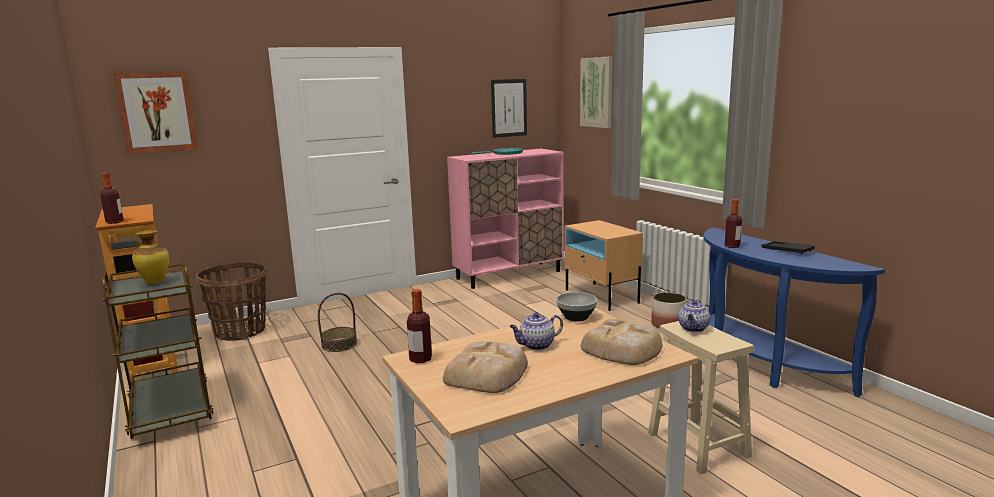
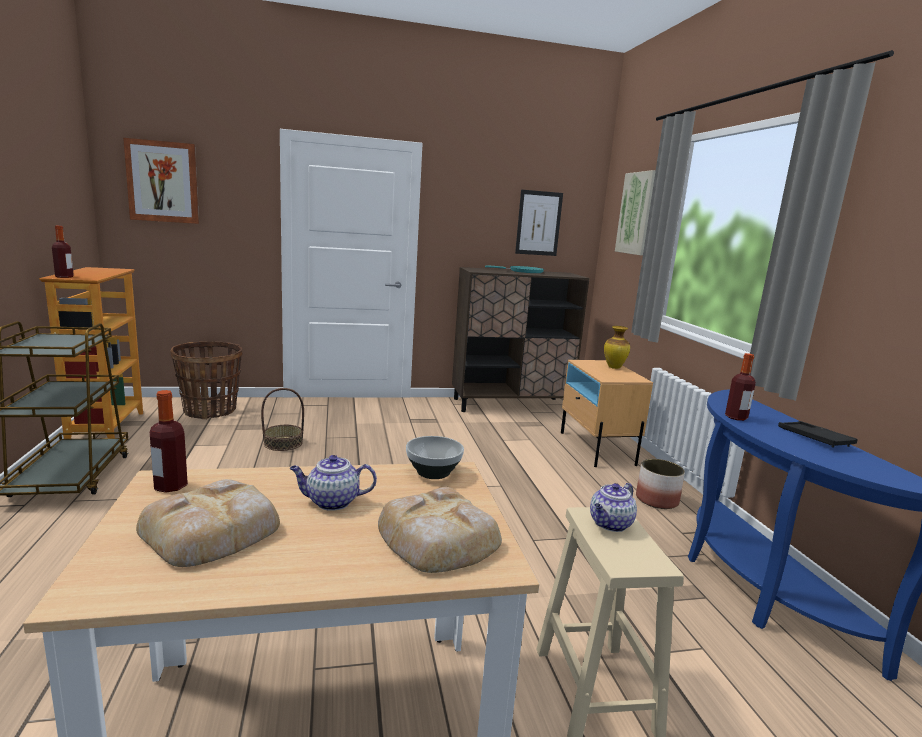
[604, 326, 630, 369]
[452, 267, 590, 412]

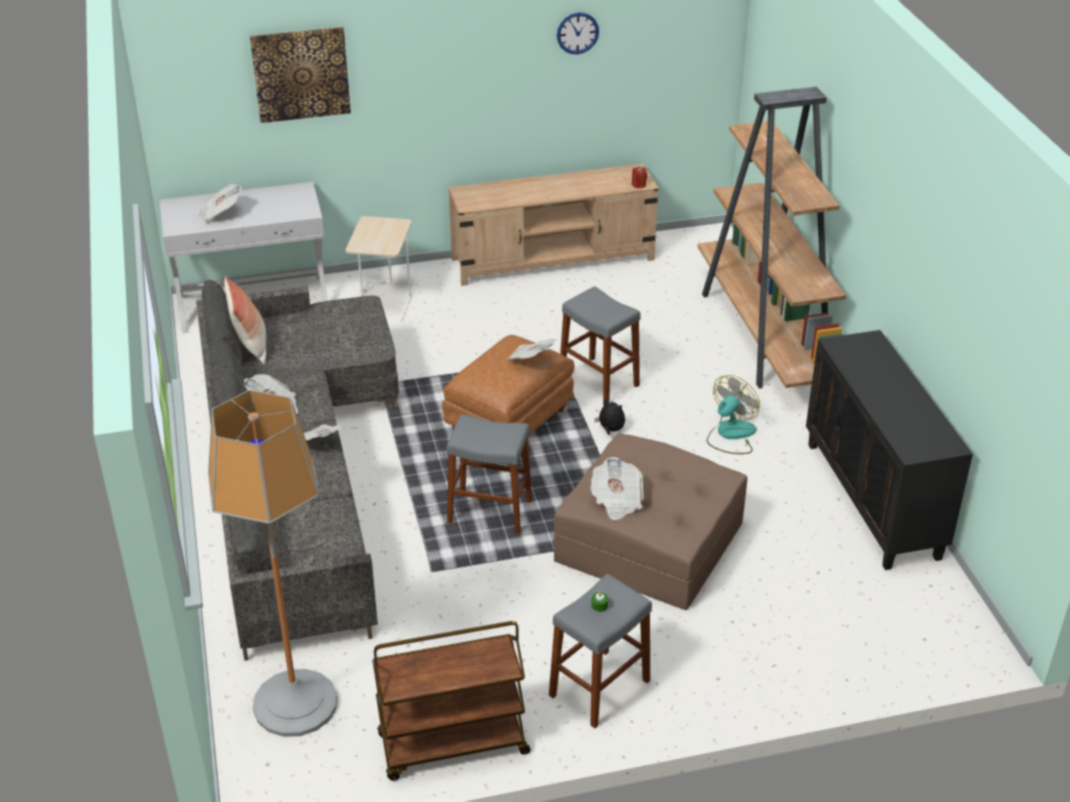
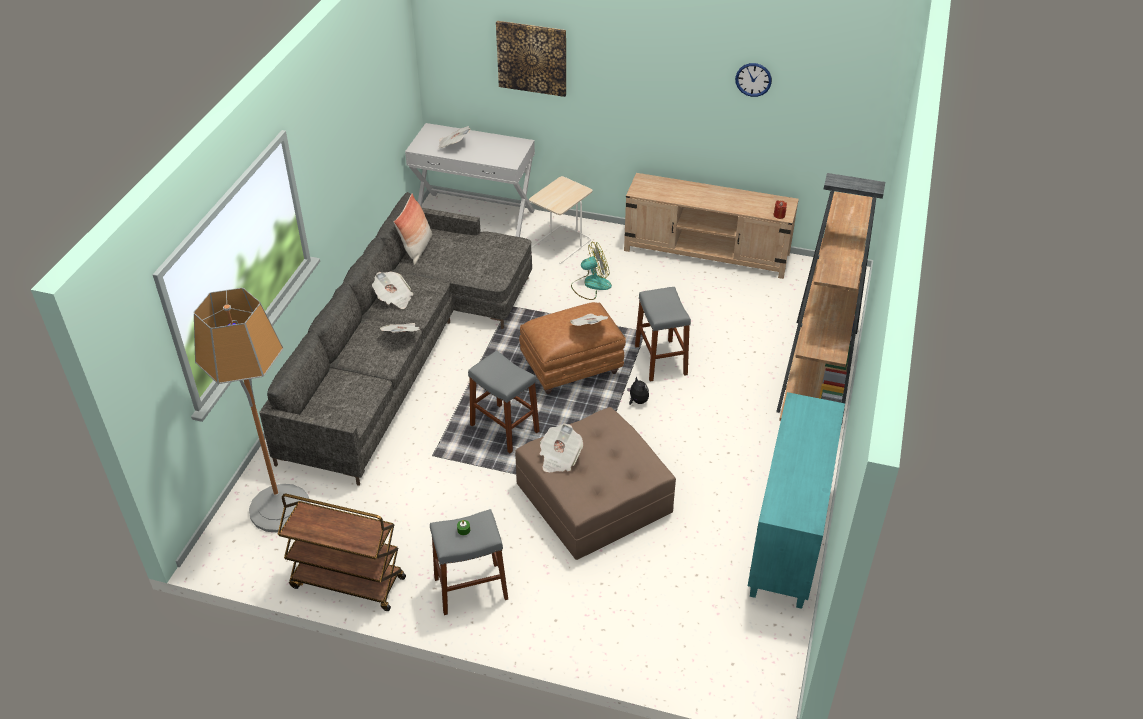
[571, 242, 612, 300]
[748, 392, 845, 609]

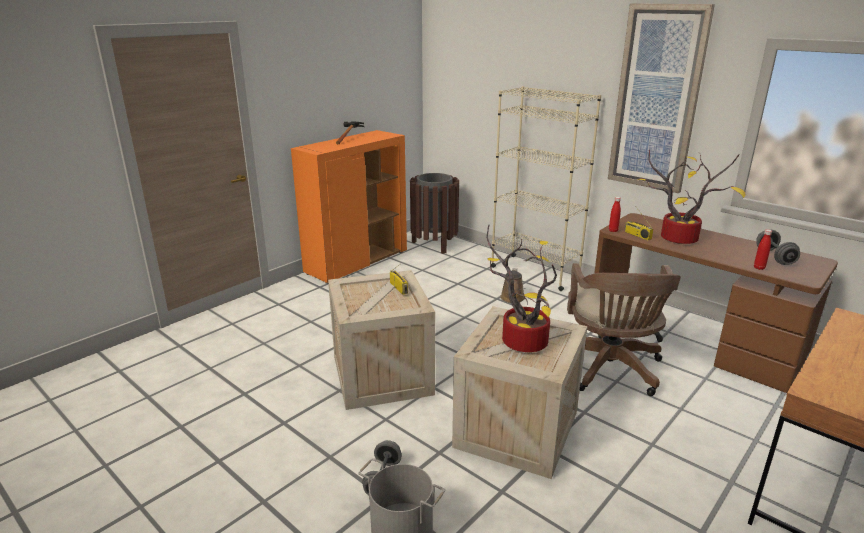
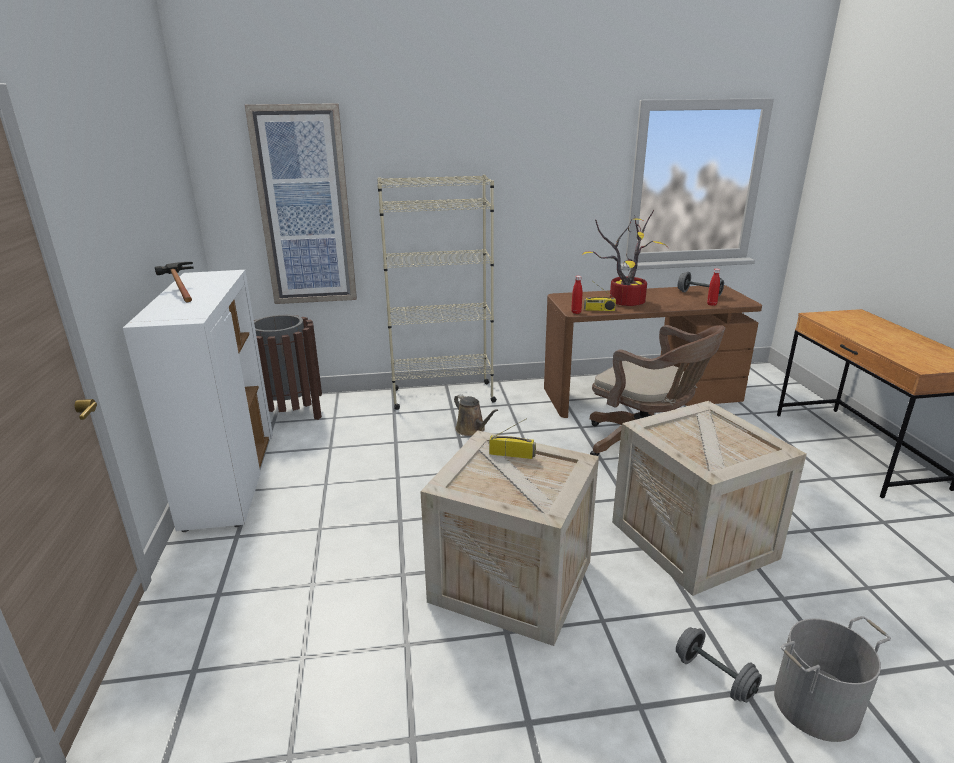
[486, 224, 557, 352] (first image)
[245, 103, 357, 304]
[123, 270, 273, 532]

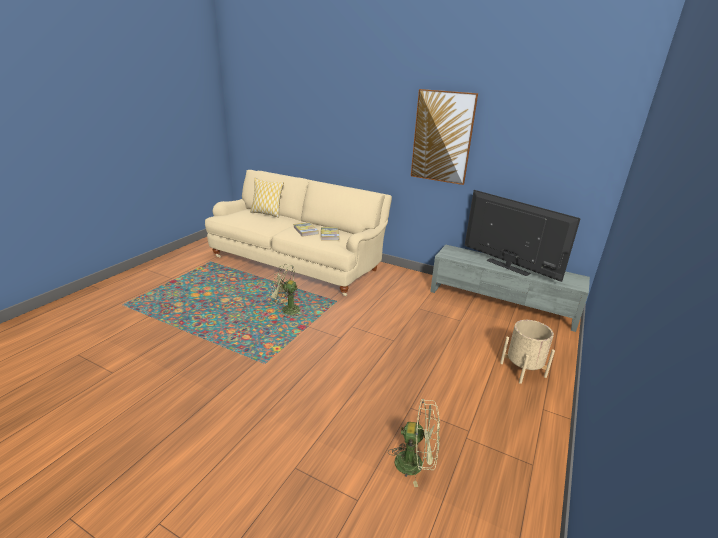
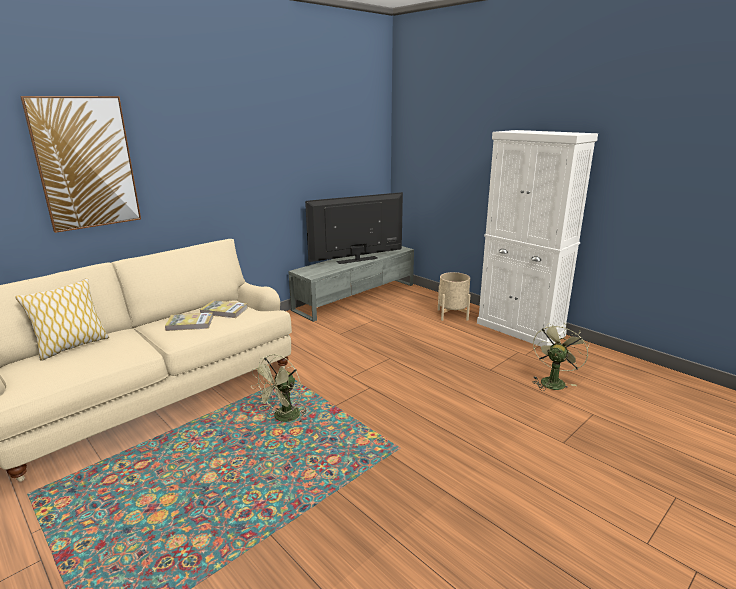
[477, 130, 598, 347]
[20, 96, 141, 233]

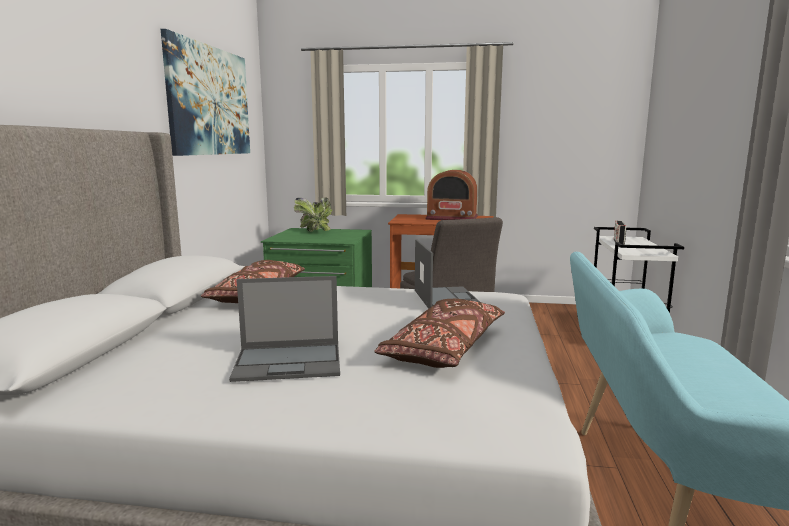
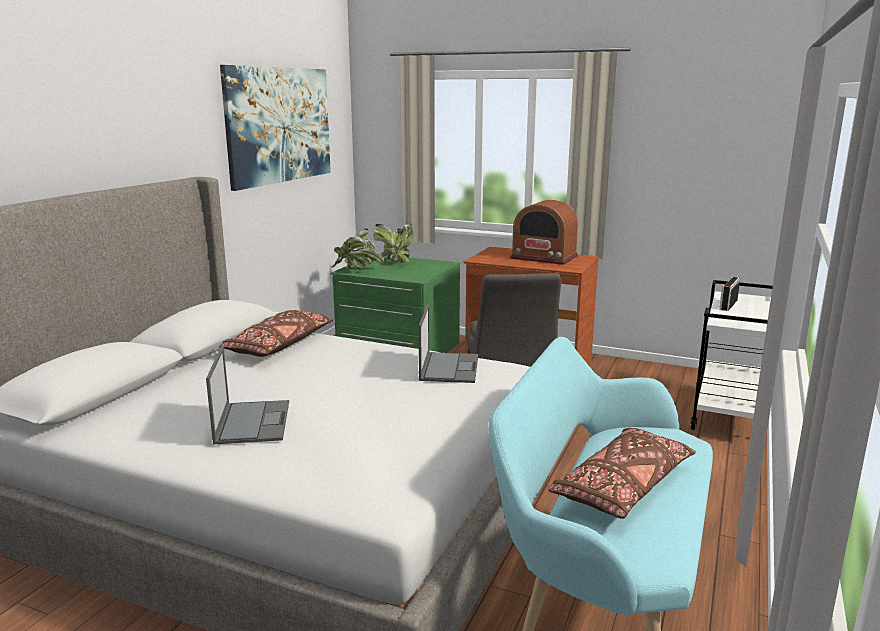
[331, 228, 385, 270]
[548, 428, 696, 519]
[206, 346, 289, 444]

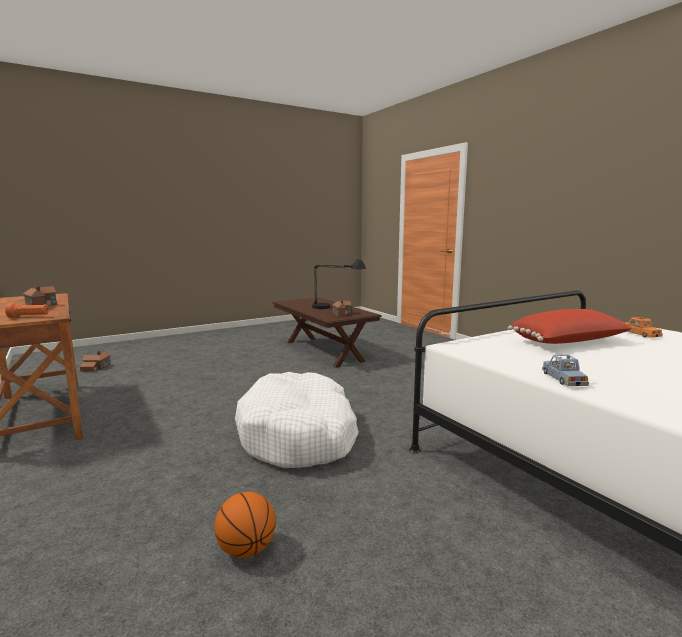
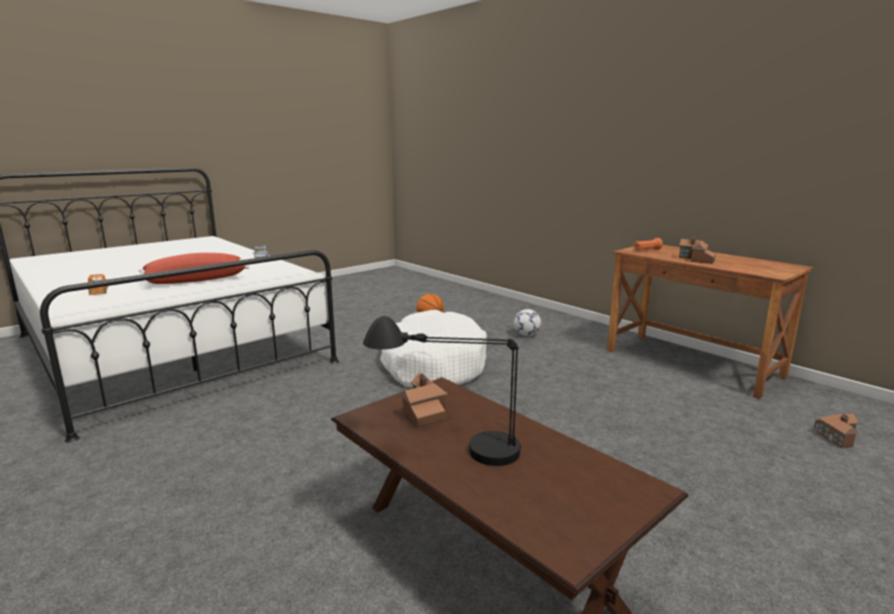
[514, 309, 541, 336]

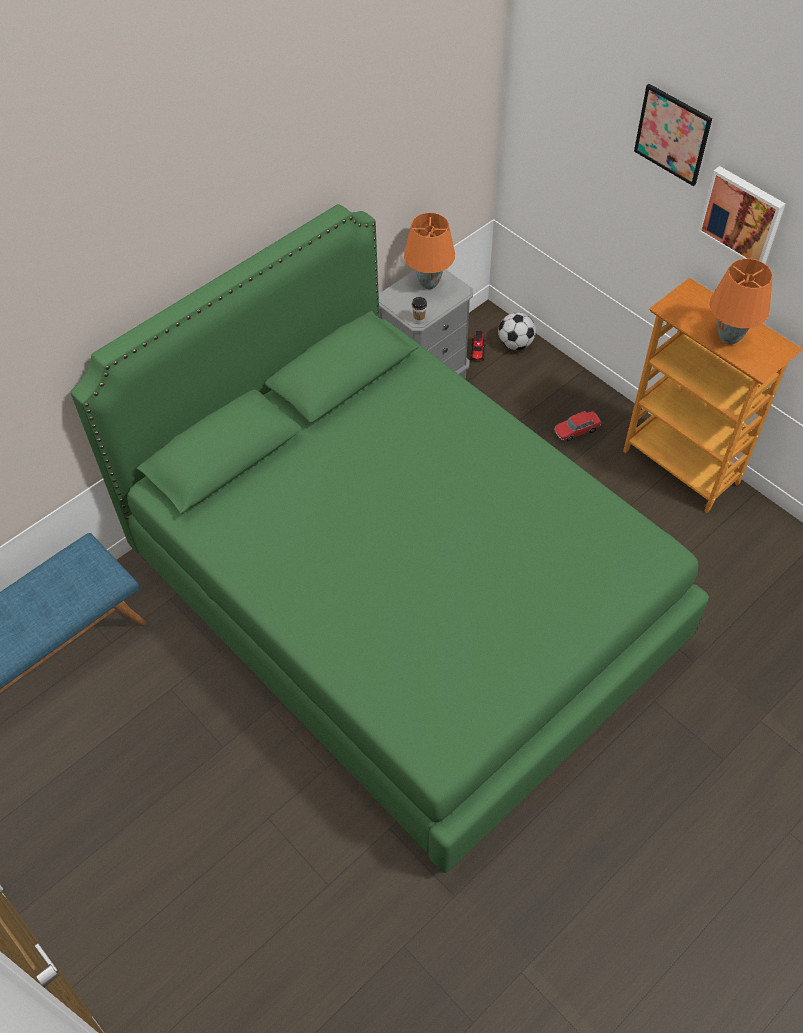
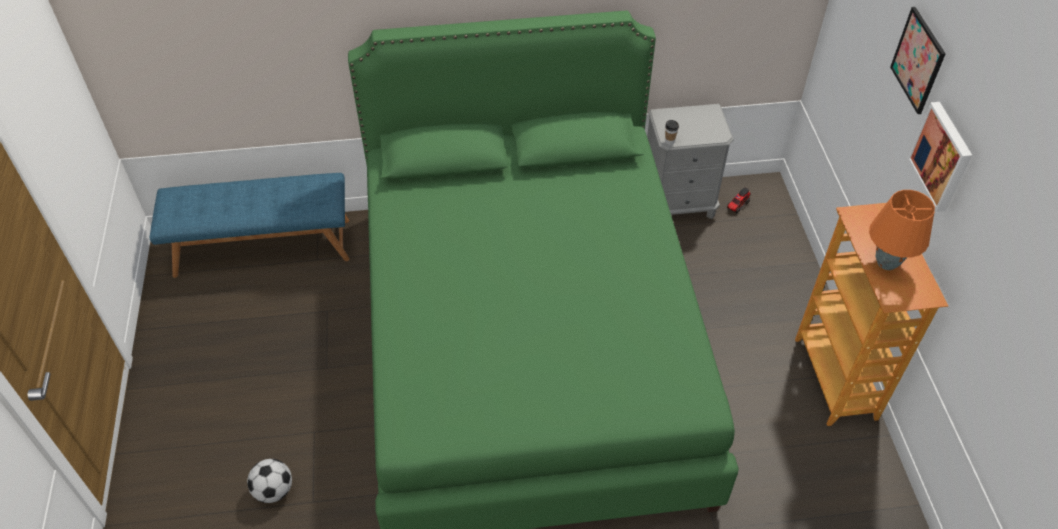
[404, 213, 455, 289] (first image)
[554, 411, 602, 441] (first image)
[247, 459, 292, 503]

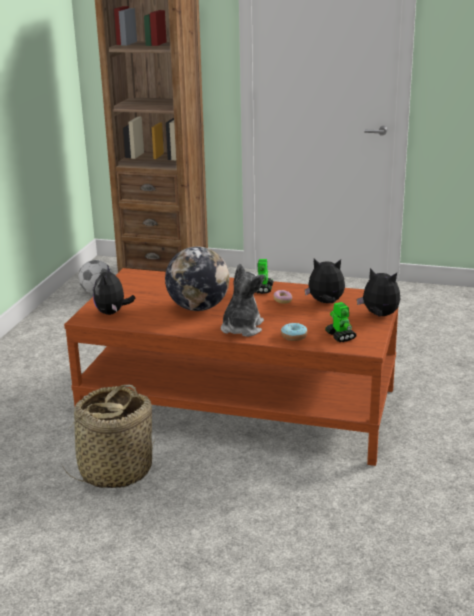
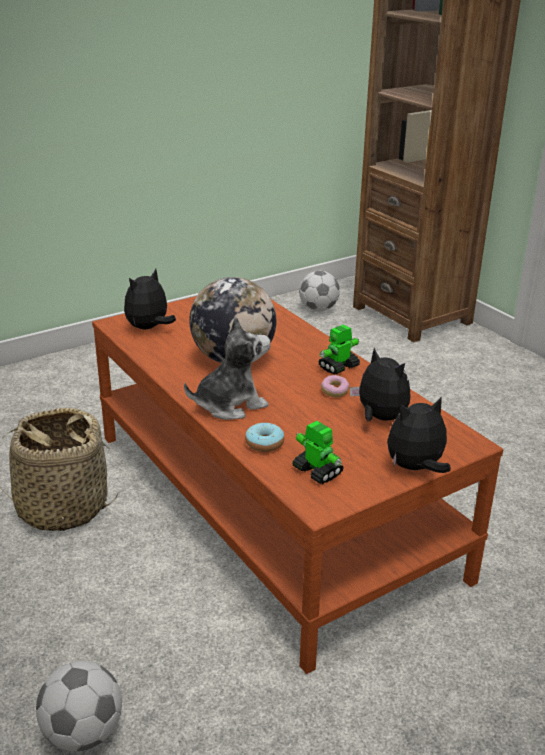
[36, 661, 122, 751]
[292, 421, 344, 484]
[387, 397, 451, 473]

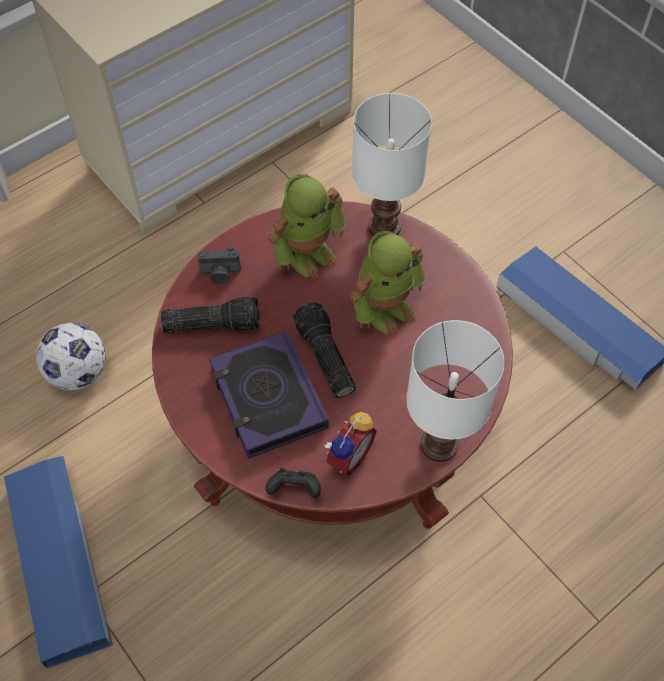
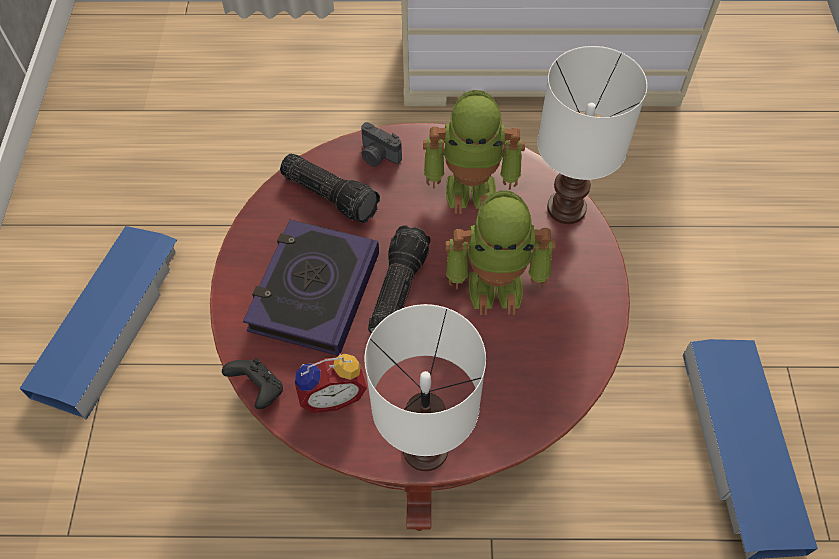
[36, 323, 106, 390] (first image)

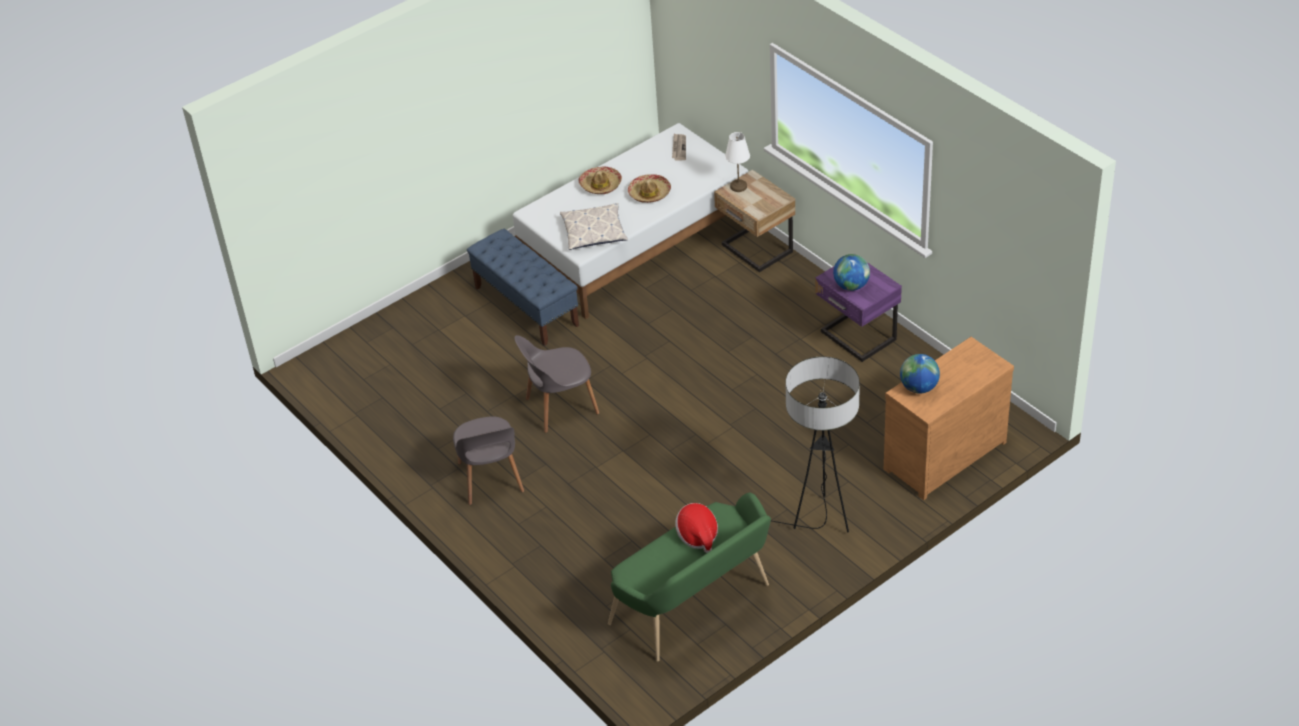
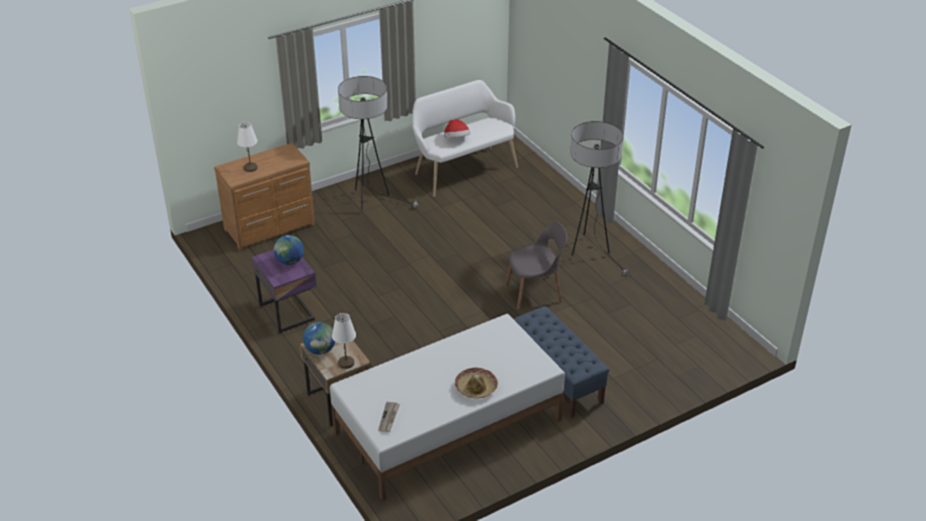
[560, 203, 628, 250] (first image)
[628, 174, 671, 203] (first image)
[237, 122, 258, 172]
[303, 322, 335, 355]
[571, 121, 629, 276]
[412, 80, 518, 197]

